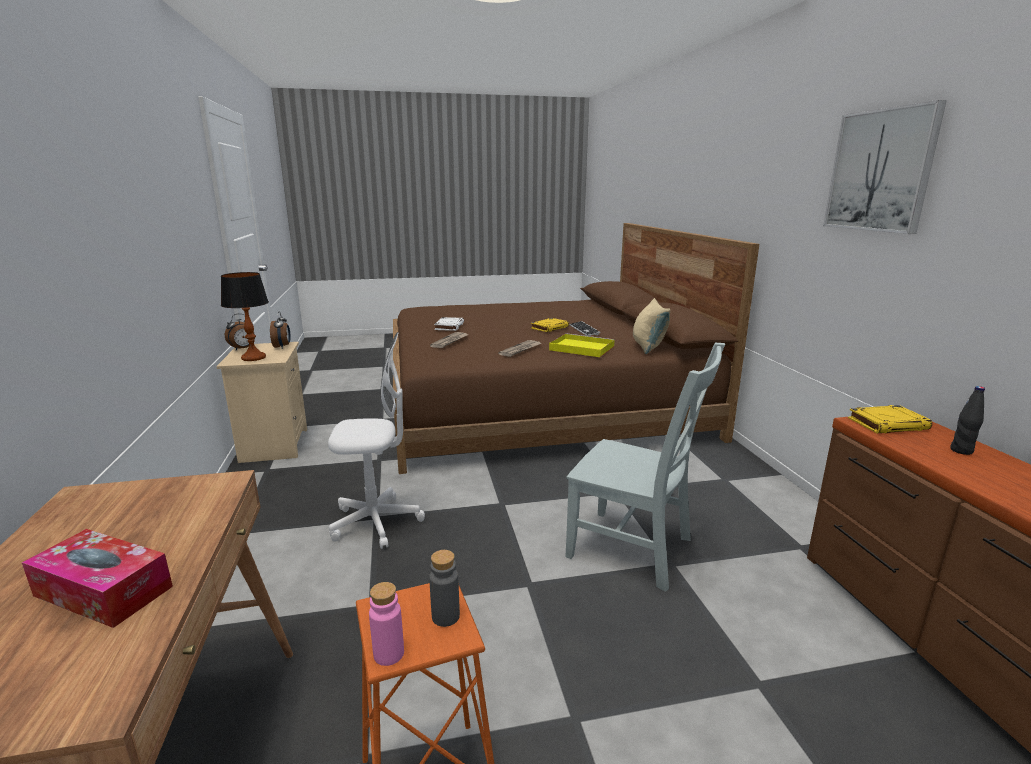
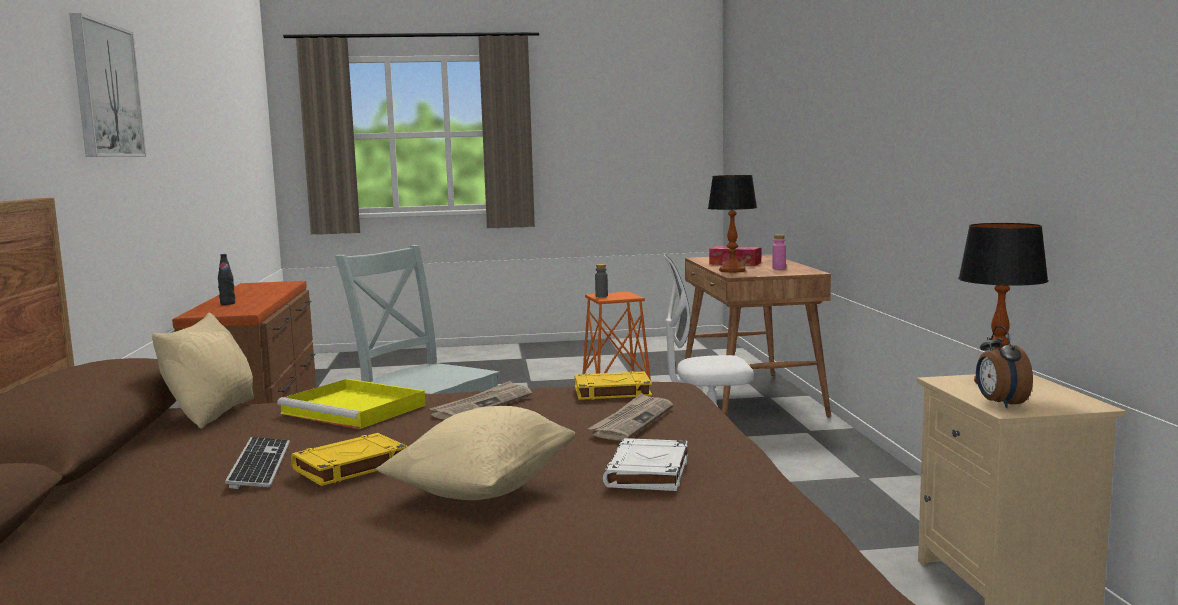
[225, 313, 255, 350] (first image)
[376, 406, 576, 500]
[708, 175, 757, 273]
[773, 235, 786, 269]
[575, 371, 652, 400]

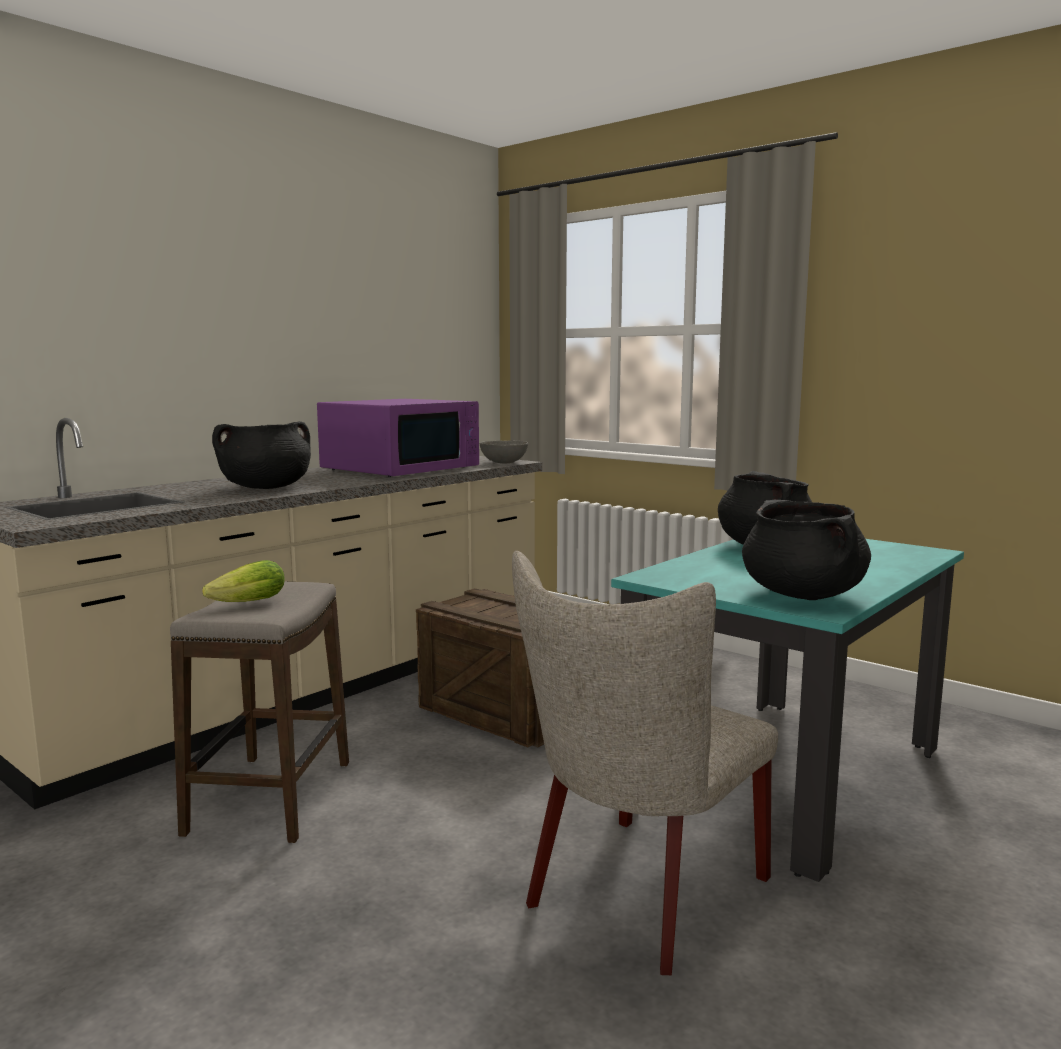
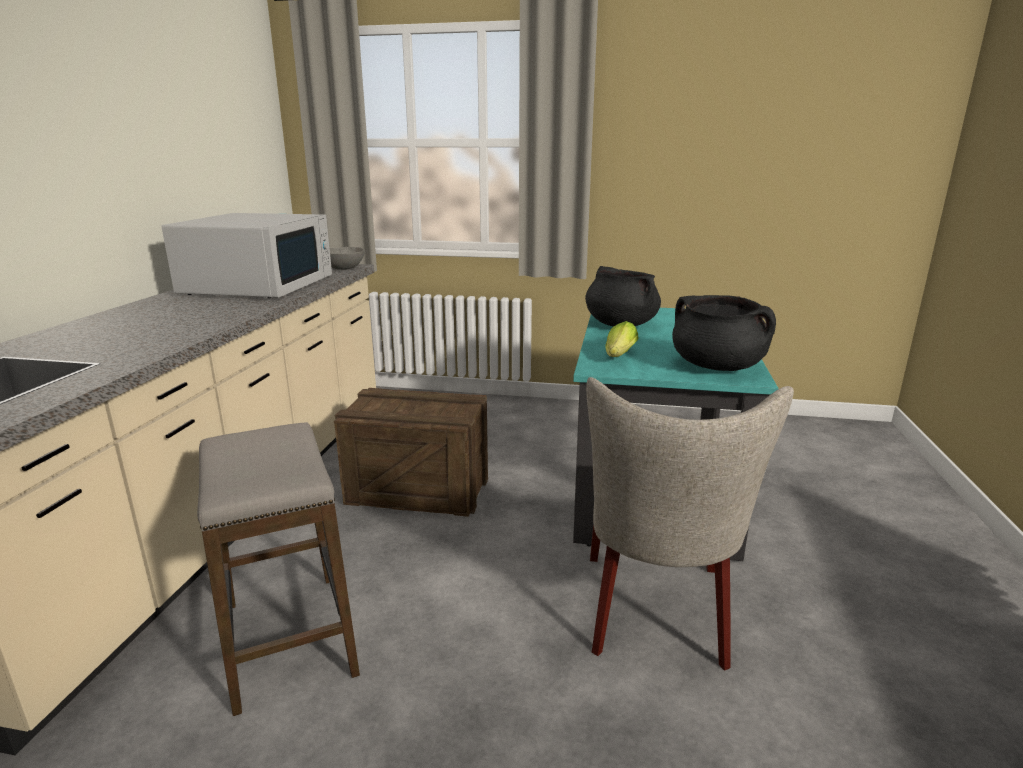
[212, 421, 311, 489] (first image)
[605, 321, 639, 357]
[162, 213, 332, 298]

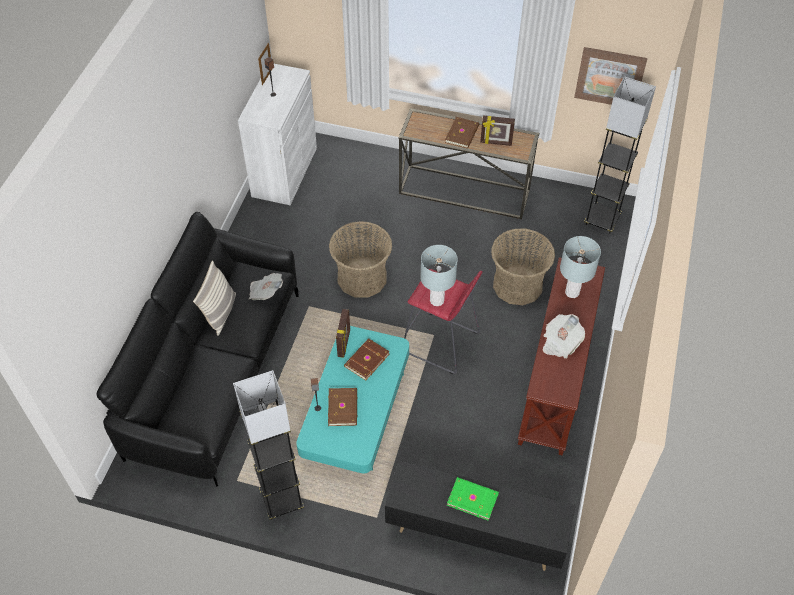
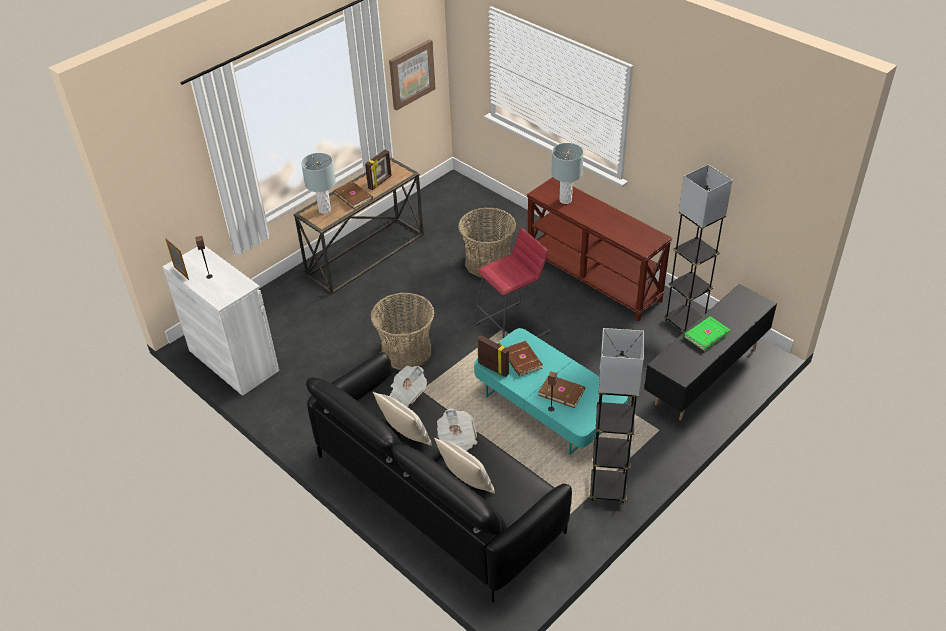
[434, 438, 495, 494]
[301, 153, 336, 214]
[437, 408, 478, 451]
[664, 164, 733, 333]

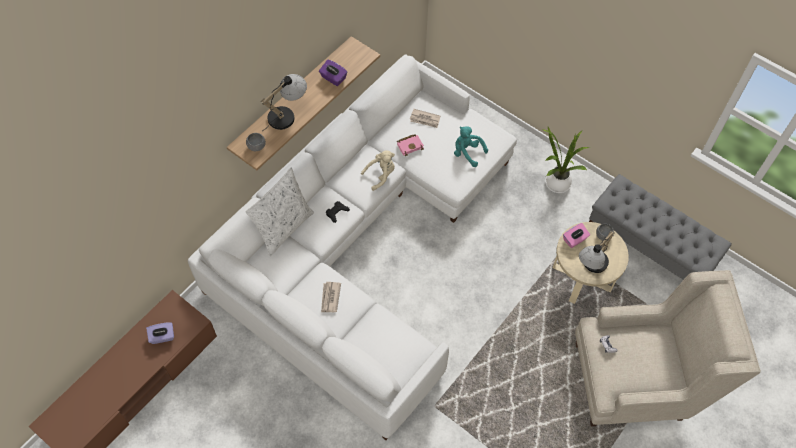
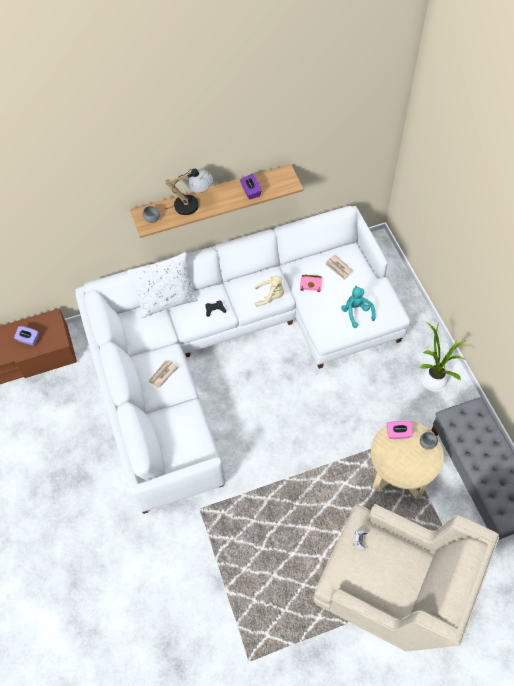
[579, 231, 614, 273] (first image)

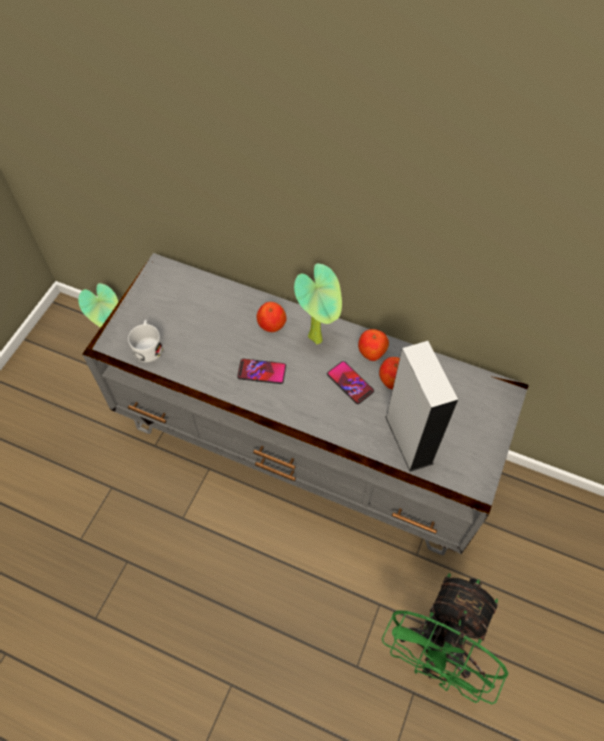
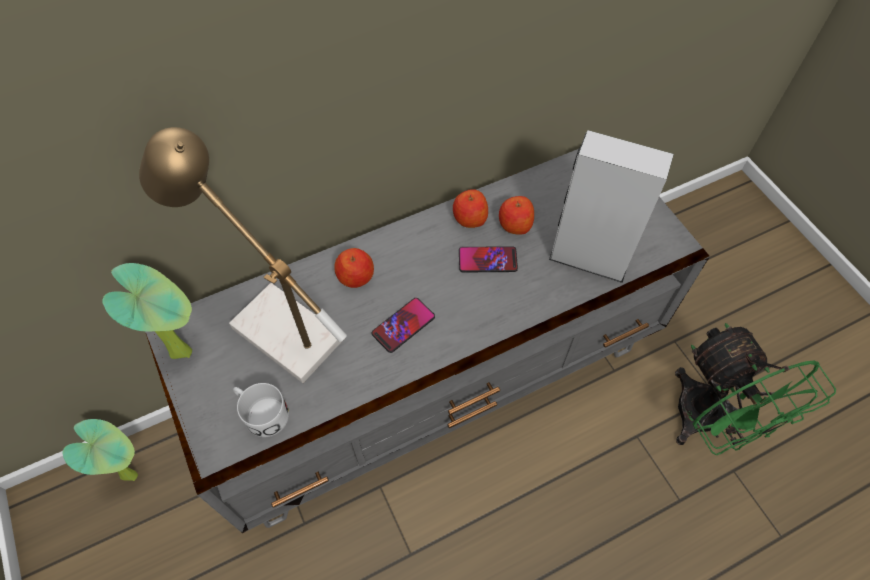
[139, 127, 347, 383]
[102, 263, 192, 359]

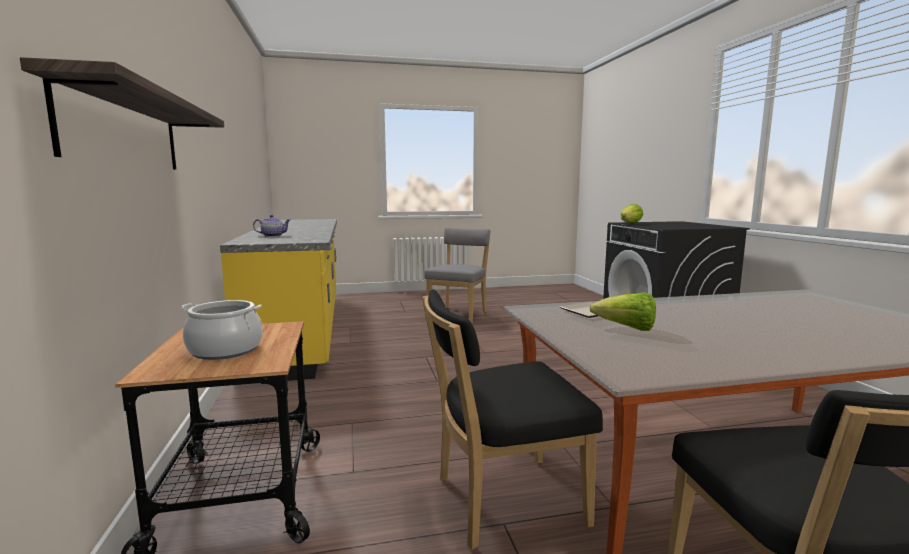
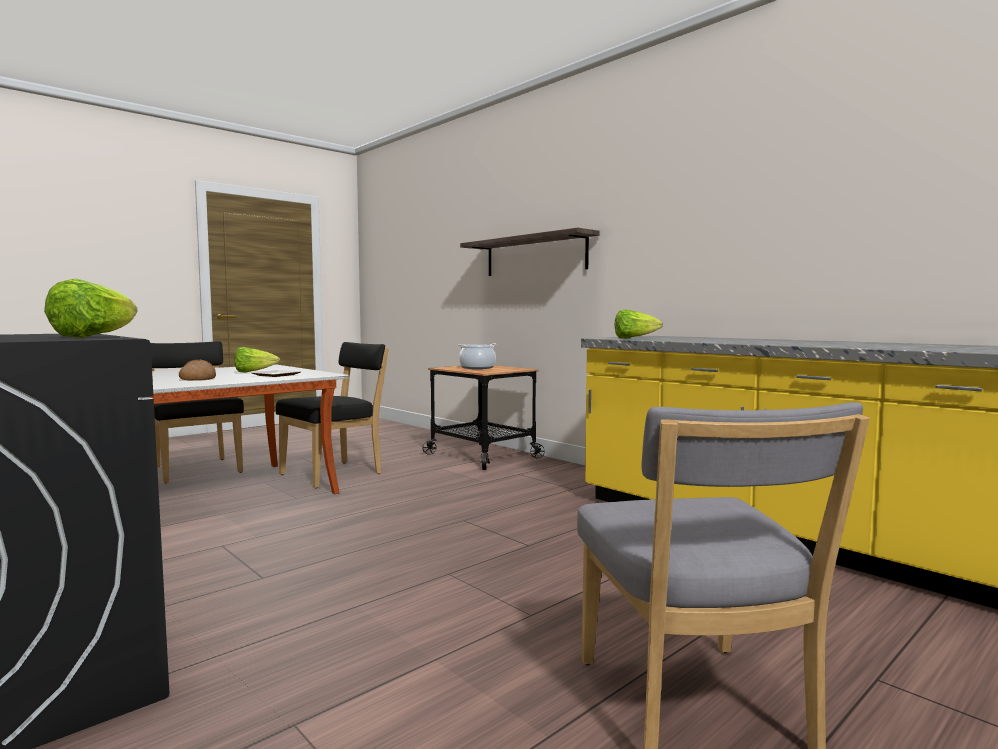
[253, 215, 290, 237] (first image)
[179, 360, 216, 380]
[615, 309, 663, 339]

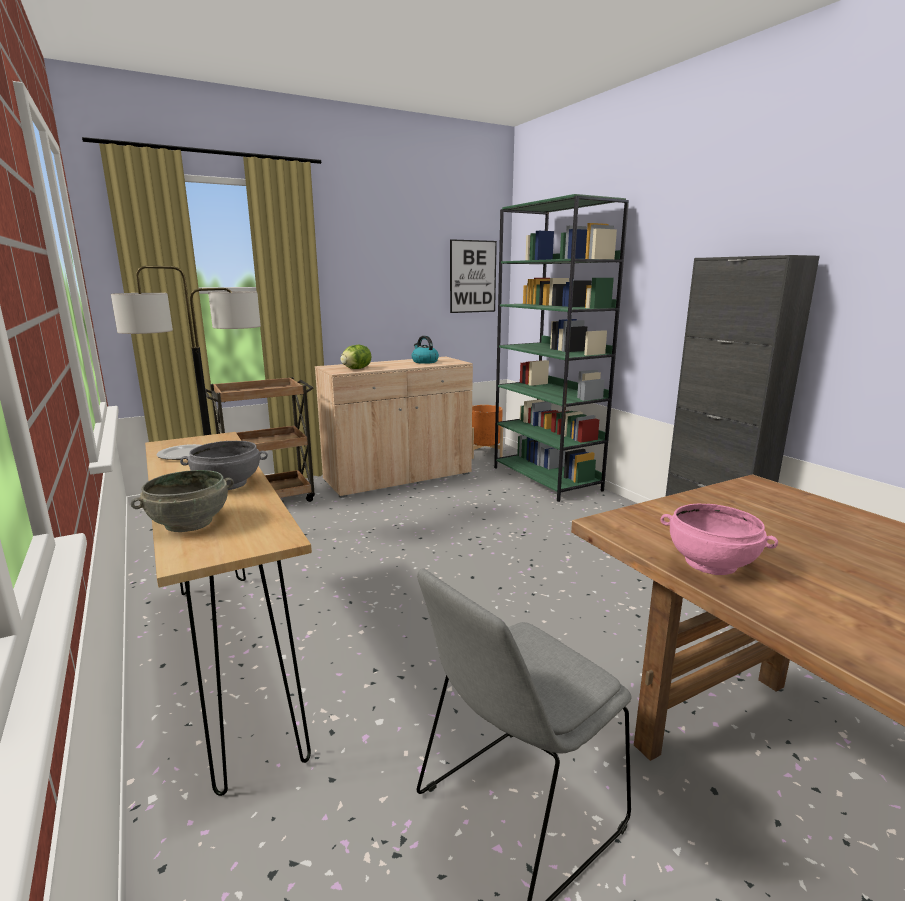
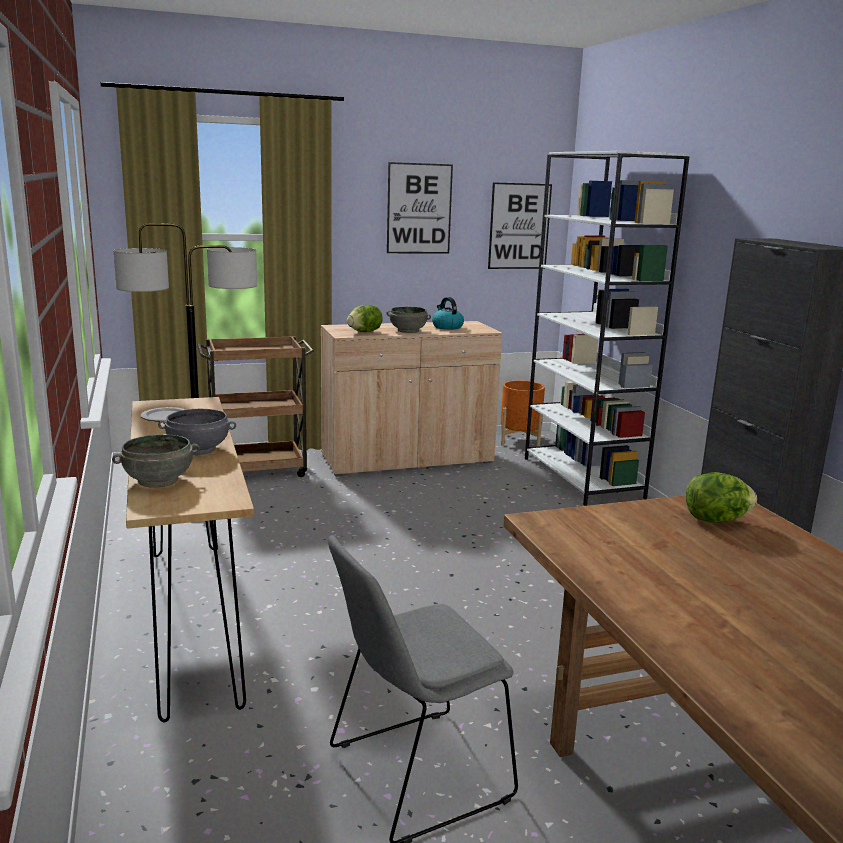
[661, 504, 778, 575] (first image)
[387, 162, 453, 253]
[387, 307, 431, 333]
[686, 472, 757, 523]
[525, 151, 689, 506]

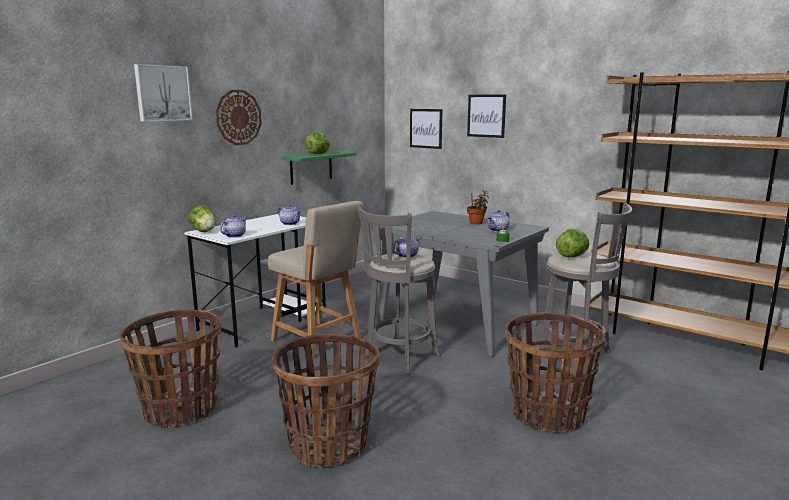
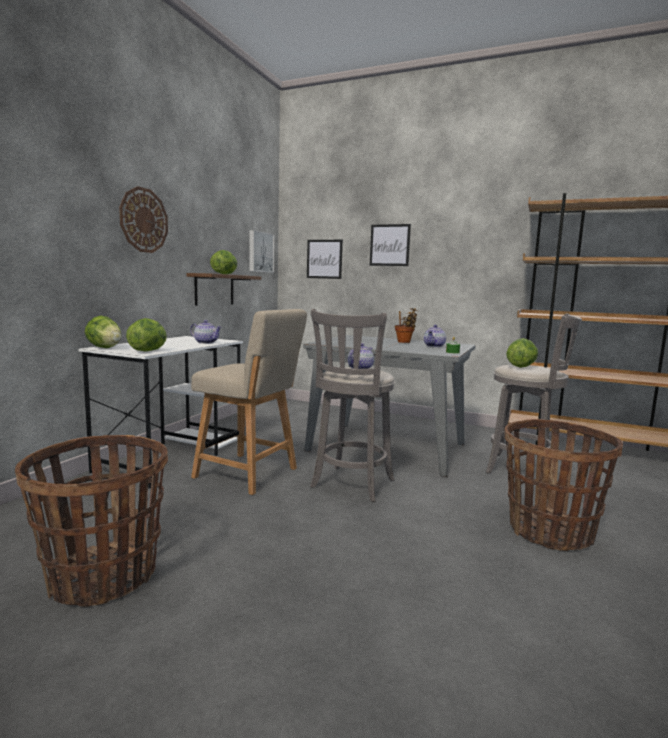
[272, 334, 380, 468] (first image)
[249, 230, 274, 273]
[126, 318, 167, 351]
[186, 273, 261, 306]

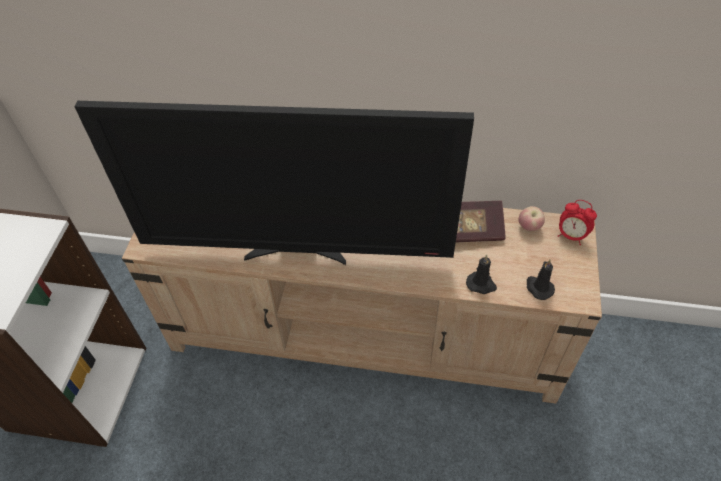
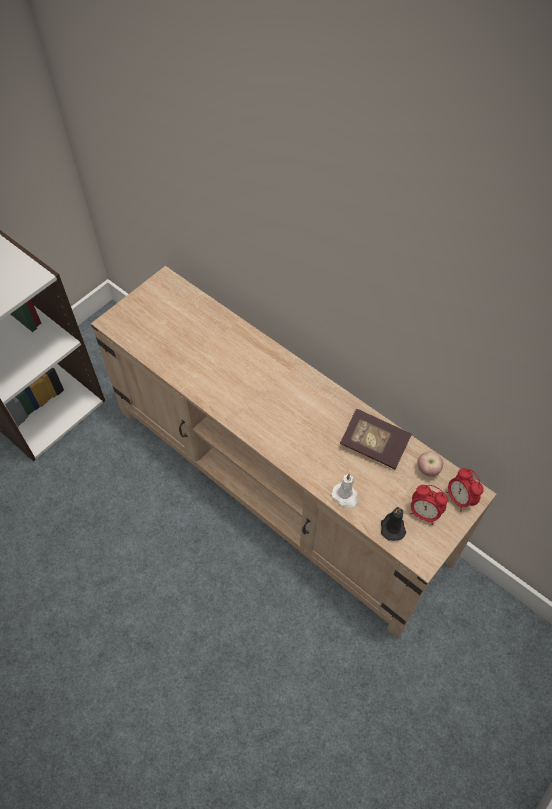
[74, 101, 474, 265] (first image)
[410, 485, 448, 525]
[331, 474, 358, 508]

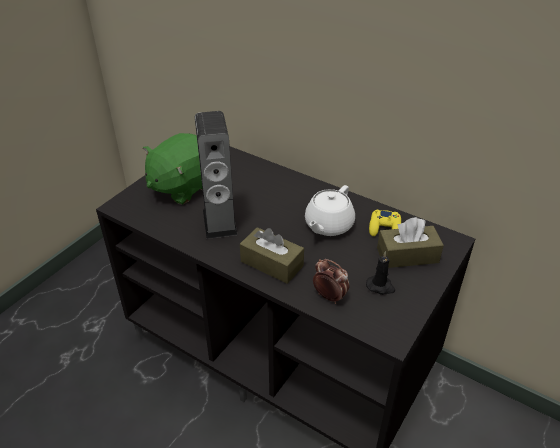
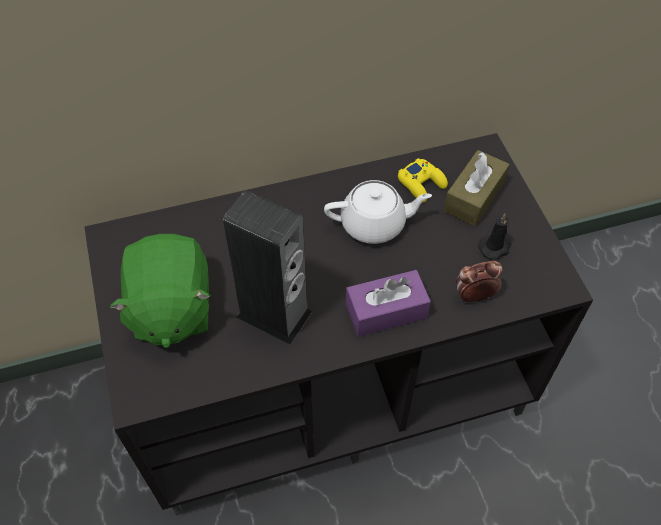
[346, 270, 431, 337]
[324, 180, 432, 244]

